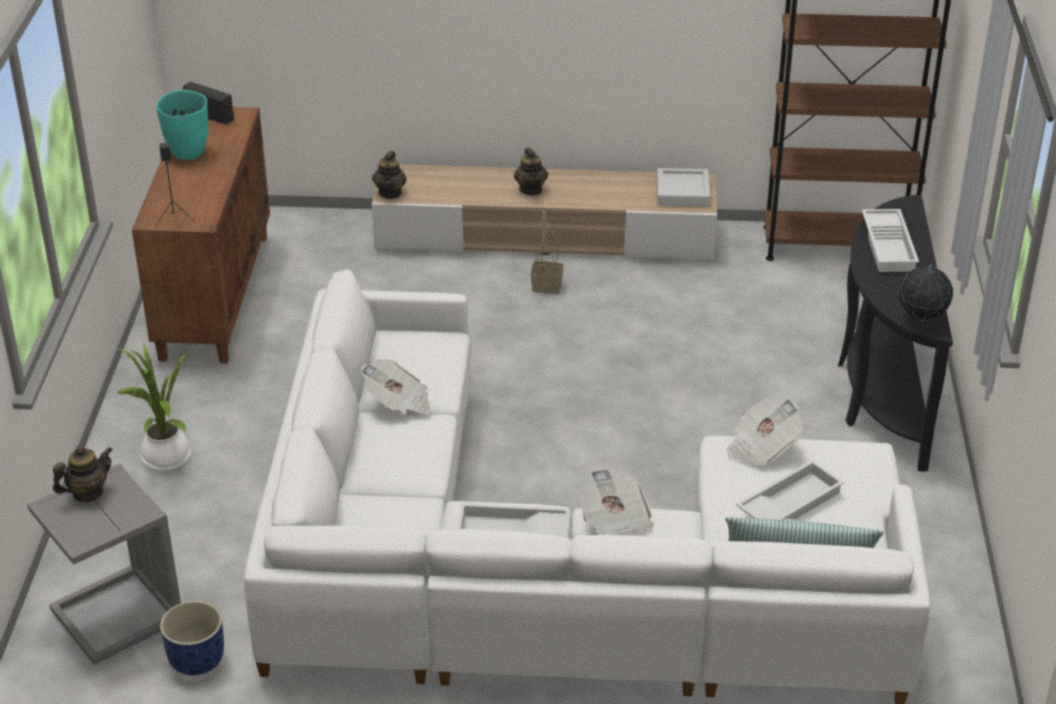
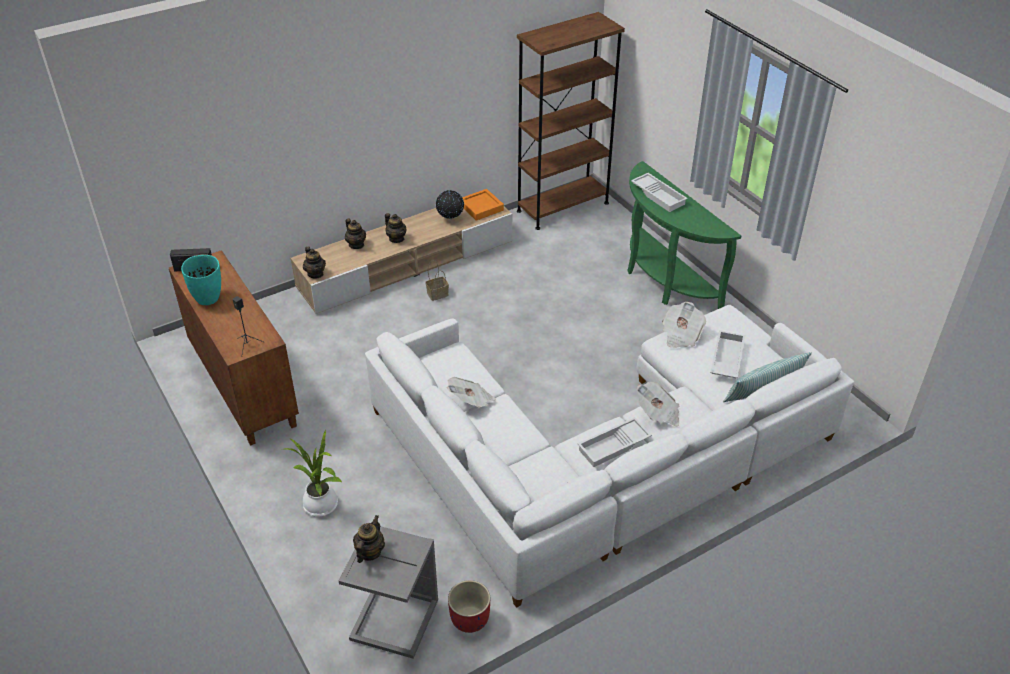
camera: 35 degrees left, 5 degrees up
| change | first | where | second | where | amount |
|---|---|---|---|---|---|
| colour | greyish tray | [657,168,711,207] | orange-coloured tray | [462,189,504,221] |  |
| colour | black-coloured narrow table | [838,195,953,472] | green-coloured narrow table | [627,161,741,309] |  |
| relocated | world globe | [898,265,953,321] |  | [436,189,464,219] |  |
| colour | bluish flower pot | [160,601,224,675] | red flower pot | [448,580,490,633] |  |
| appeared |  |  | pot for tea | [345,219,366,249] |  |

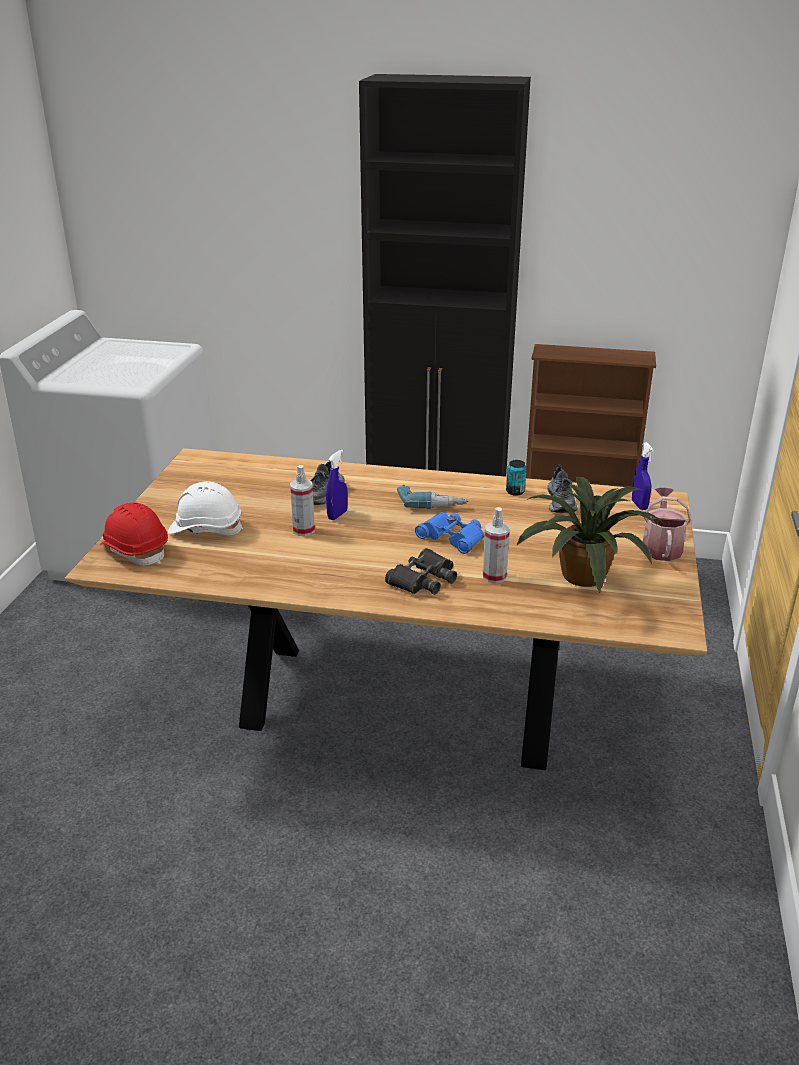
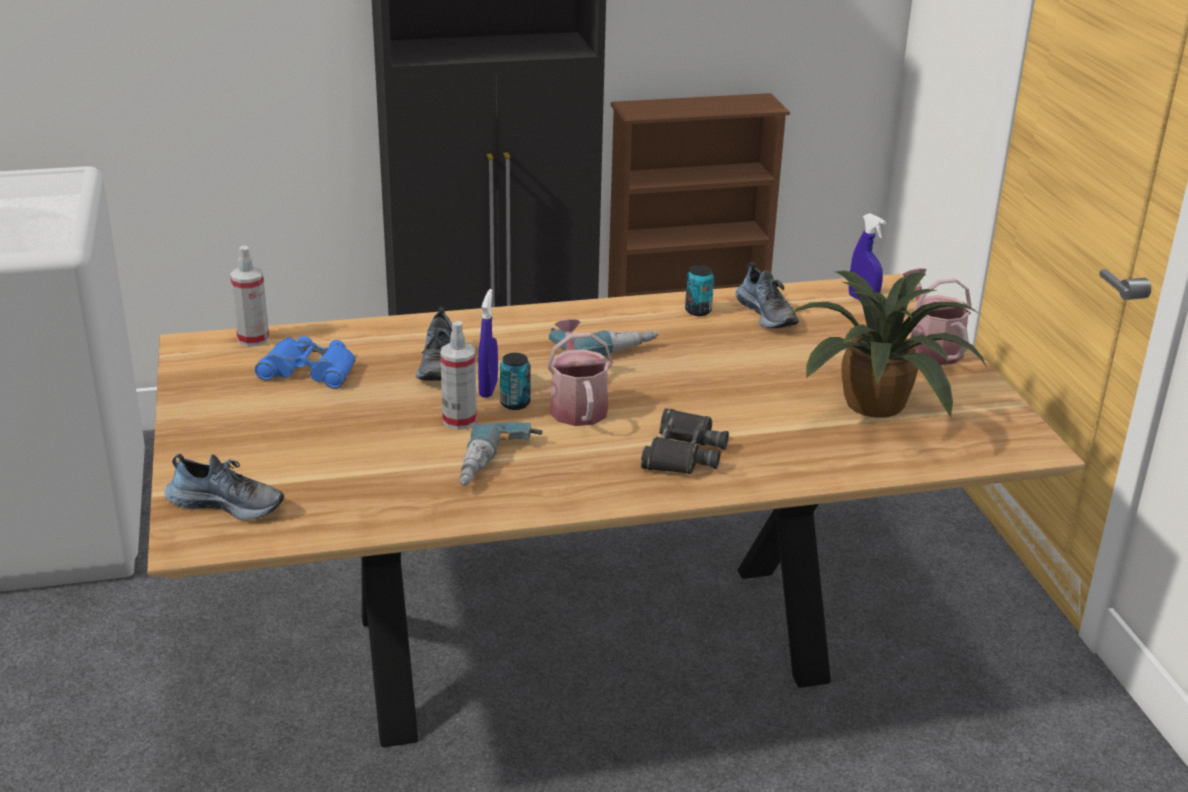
camera: 25 degrees left, 0 degrees up
| change | first | where | second | where | amount |
|---|---|---|---|---|---|
| missing | white work helmet | [168,481,243,535] |  |  |  |
| exchanged | red work helmet | [100,503,168,566] | shoe | [164,454,284,520] |  |
| relocated | spray bottle | [483,507,510,584] |  | [230,246,270,347] |  |
| relocated | bluish binoculars | [415,512,484,554] |  | [255,336,355,389] |  |
| appeared |  |  | watering can | [547,319,613,426] |  |
| appeared |  |  | sealed can | [500,353,531,410] |  |
| appeared |  |  | drill | [460,423,543,486] |  |

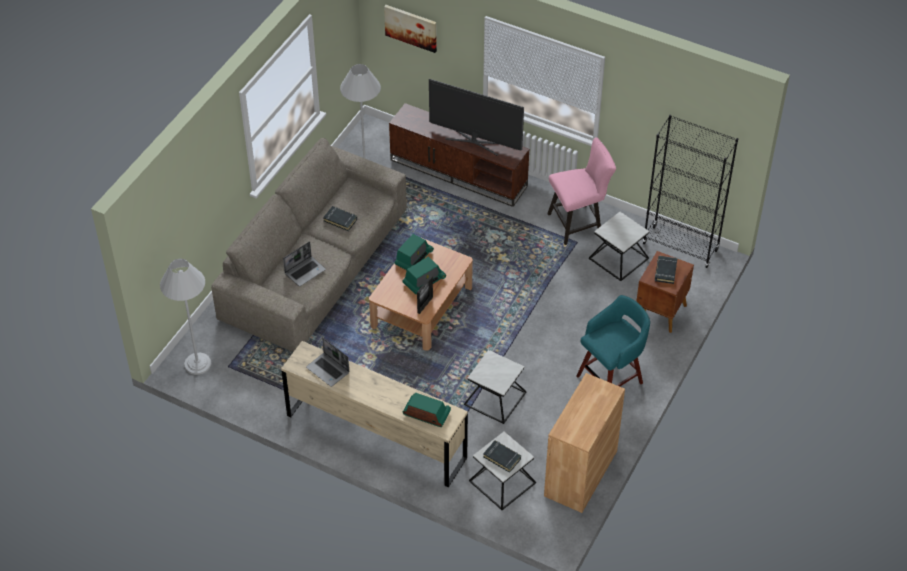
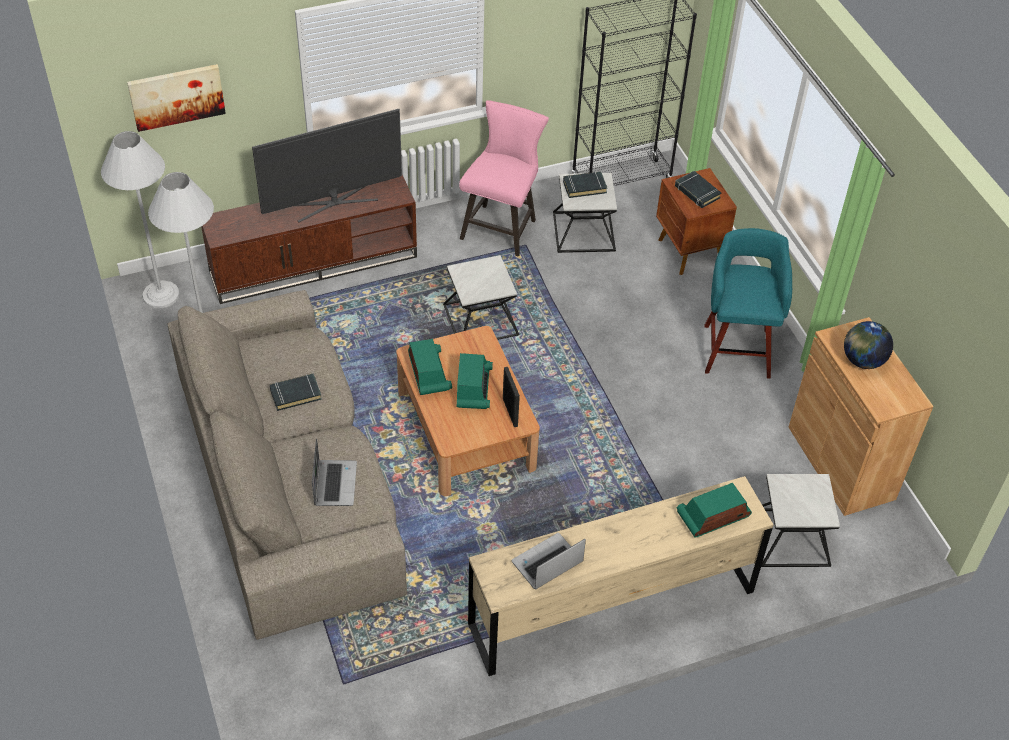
camera: 50 degrees left, 0 degrees up
| change | first | where | second | where | amount |
|---|---|---|---|---|---|
| relocated | white standard lamp | [160,259,211,375] |  | [101,131,180,308] |  |
| spun | laptop | [306,338,349,387] |  | [512,533,586,590] | 150 degrees clockwise |
| relocated | side table | [464,350,526,424] |  | [443,255,519,340] |  |
| relocated | black-coloured bound book | [483,440,521,473] |  | [563,172,607,198] |  |
| appeared |  |  | world globe | [844,321,893,369] |  |

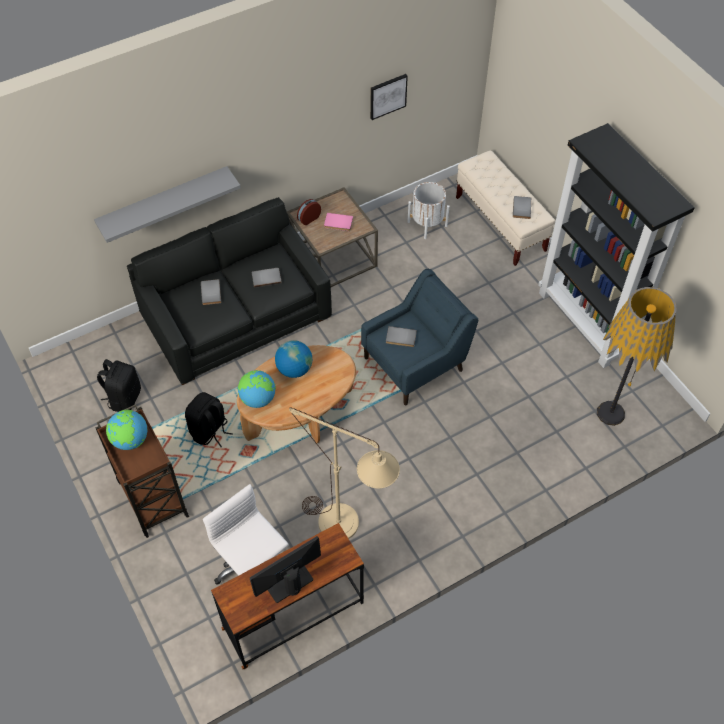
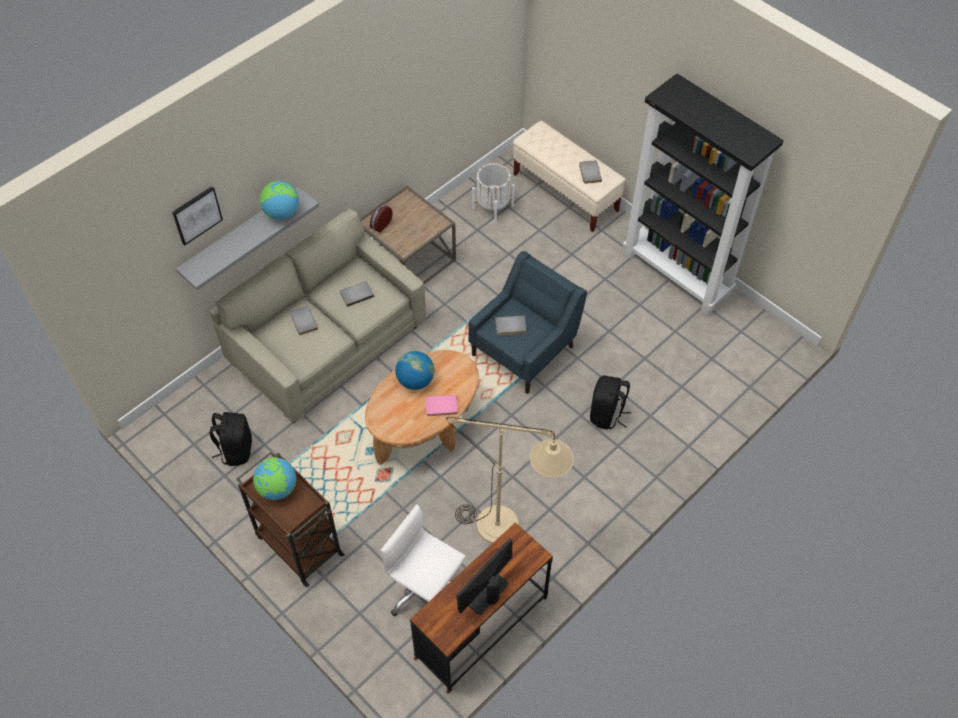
camera: 15 degrees left, 0 degrees up
| change | first | where | second | where | amount |
|---|---|---|---|---|---|
| relocated | wall picture | [370,74,408,120] |  | [172,186,223,245] |  |
| colour | black-coloured couch | [127,197,332,385] | sand-coloured couch | [210,209,426,423] |  |
| relocated | pink bound book | [324,213,353,231] |  | [425,395,458,416] |  |
| missing | standard lamp | [597,287,677,426] |  |  |  |
| relocated | world globe | [238,370,276,408] |  | [260,181,299,220] |  |
| relocated | black-coloured backpack | [185,392,233,447] |  | [590,375,631,429] |  |

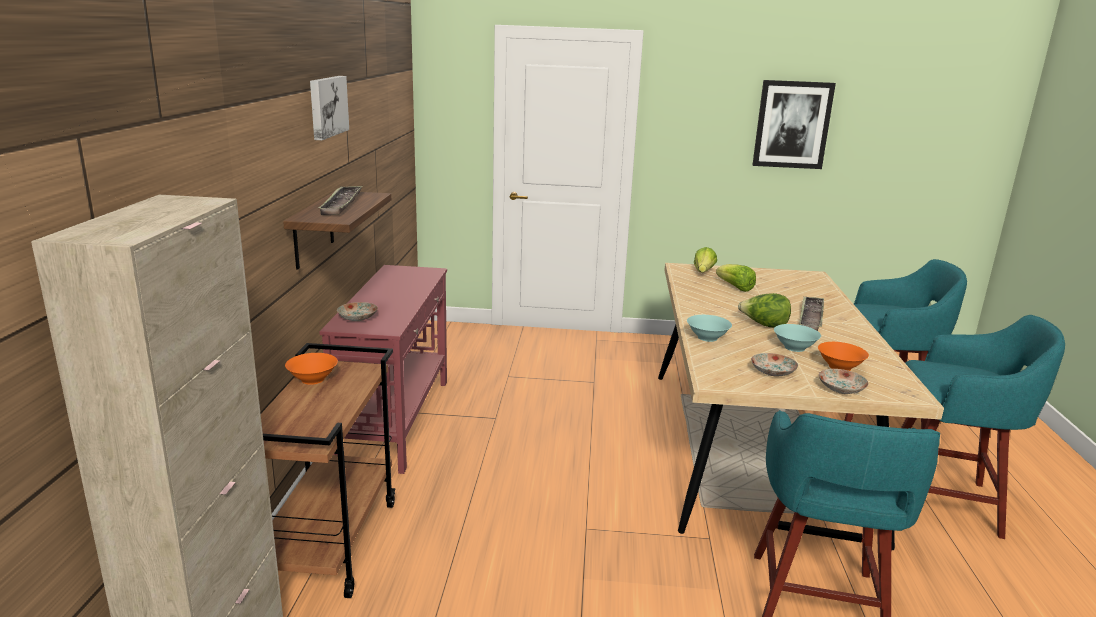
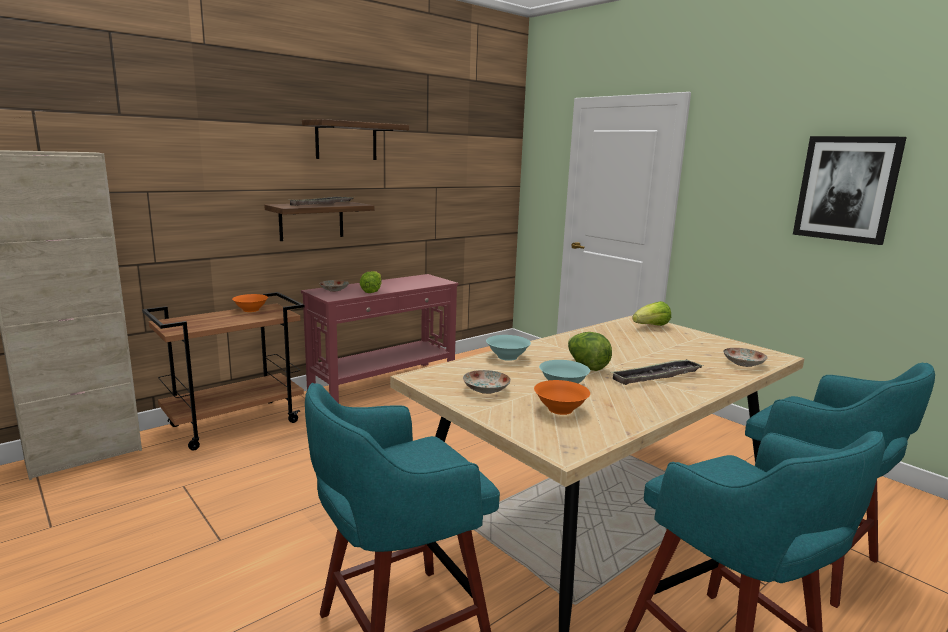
camera: 45 degrees right, 5 degrees down
| change | first | where | second | where | amount |
|---|---|---|---|---|---|
| exchanged | wall picture | [310,76,349,140] | shelf | [302,119,409,160] |  |
| relocated | lettuce | [716,264,756,292] |  | [360,271,382,293] |  |
| relocated | flat dish | [819,369,868,394] |  | [723,348,768,367] |  |

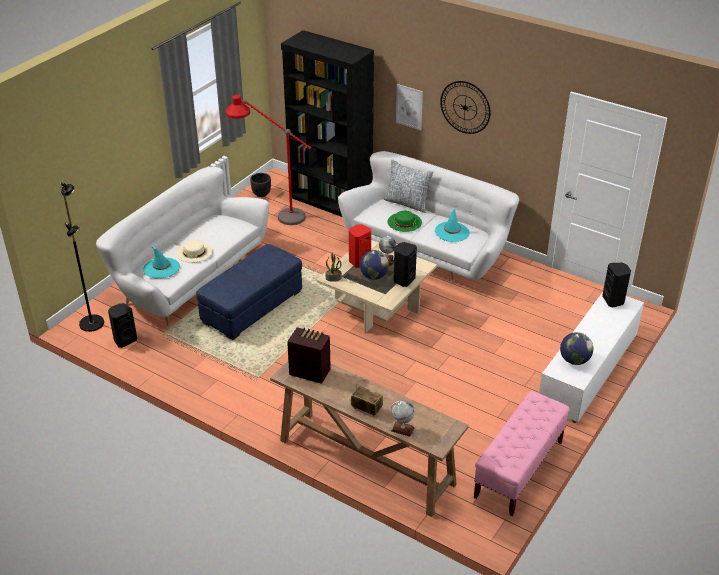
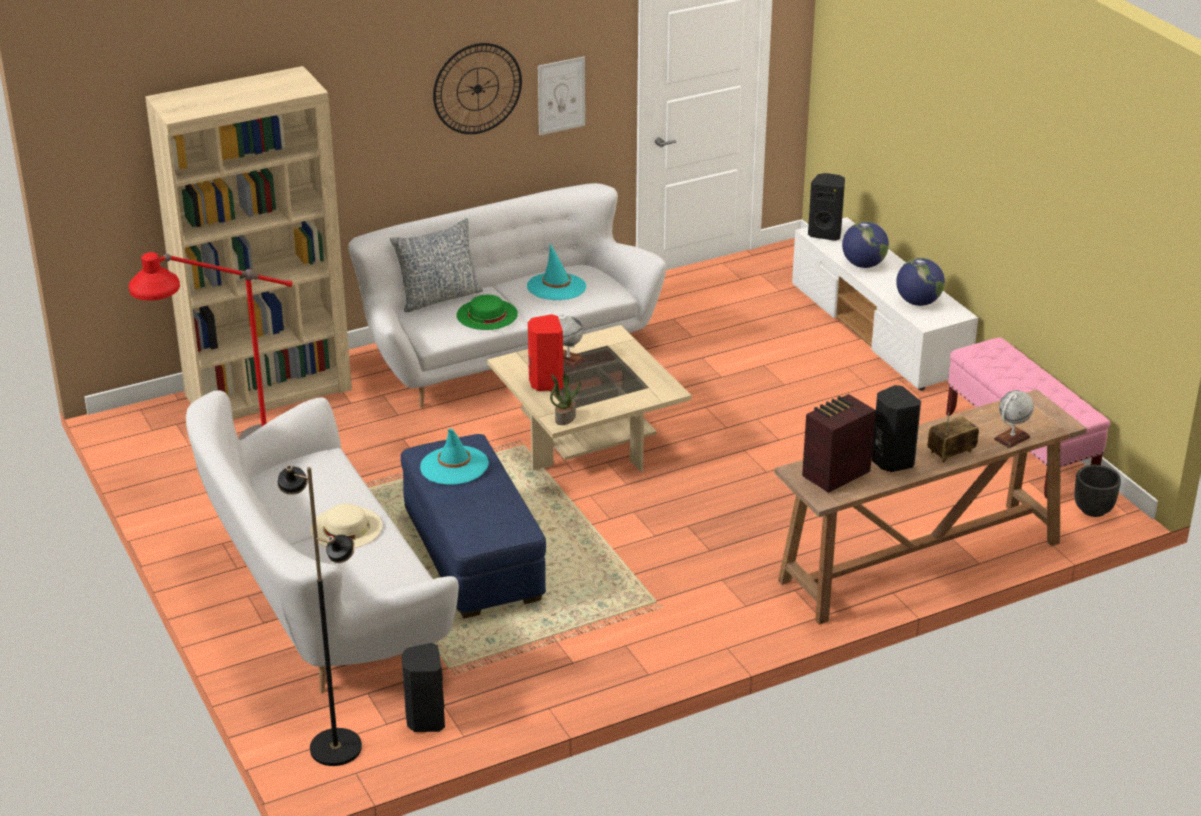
camera: 60 degrees left, 5 degrees down
| change | first | where | second | where | amount |
|---|---|---|---|---|---|
| colour | black-coloured shelving unit | [281,30,374,217] | sand-coloured shelving unit | [145,66,352,419] |  |
| relocated | wall picture | [396,84,423,130] |  | [538,57,585,135] |  |
| relocated | black-coloured flower pot | [250,173,271,197] |  | [1074,465,1121,517] |  |
| relocated | black-coloured loudspeaker | [394,242,417,287] |  | [872,385,921,472] |  |
| relocated | turquoise wearable hat | [143,247,180,278] |  | [420,429,489,485] |  |
| relocated | world globe | [360,250,389,280] |  | [842,221,889,268] |  |

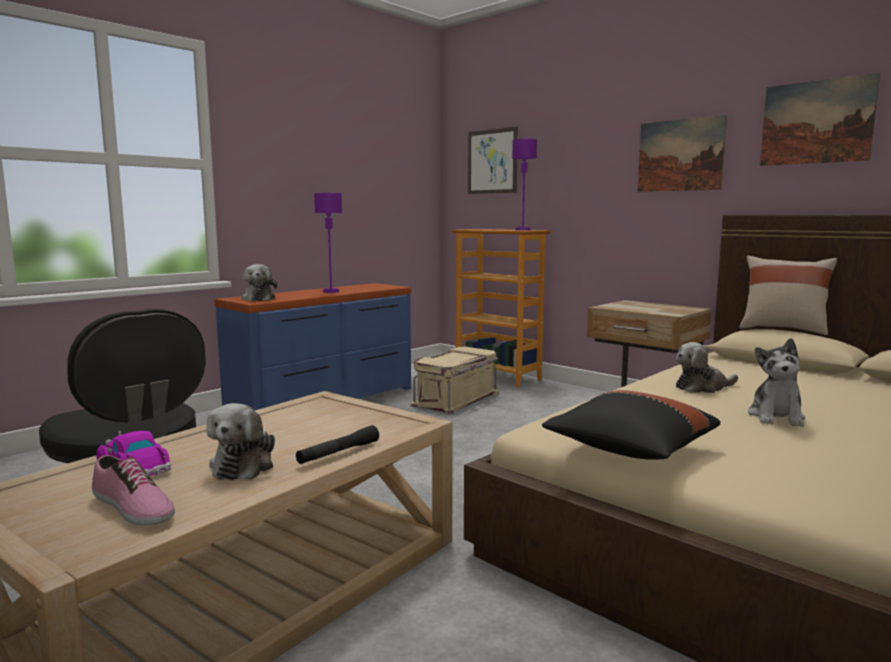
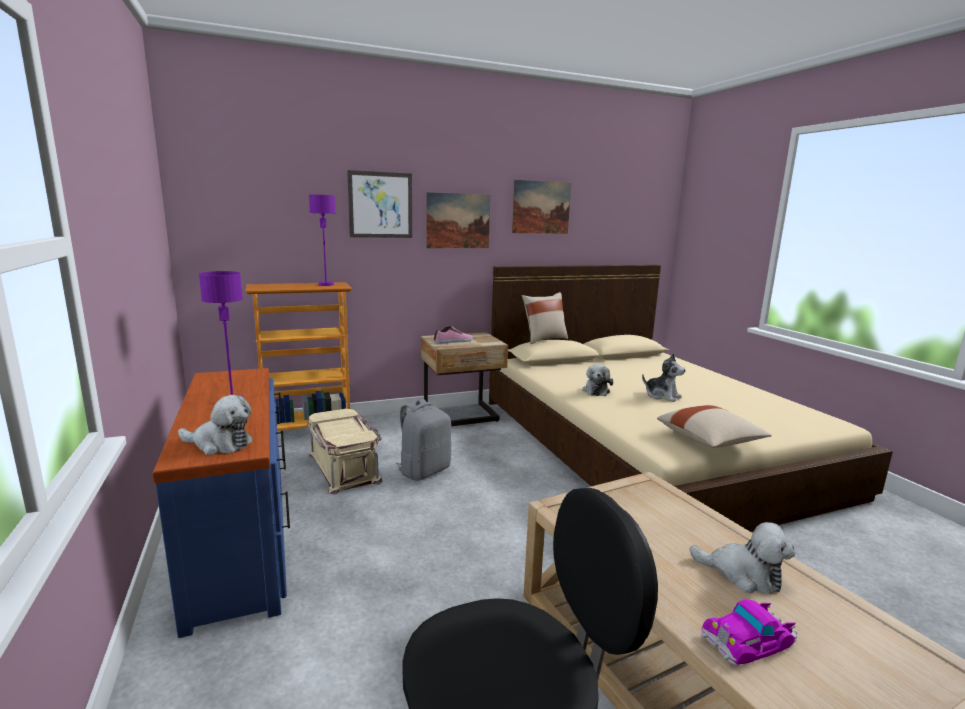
camera: 65 degrees left, 5 degrees up
| change | first | where | second | where | amount |
|---|---|---|---|---|---|
| relocated | wall picture | [468,127,518,194] |  | [347,170,412,238] |  |
| colour | black-coloured pillow | [542,390,721,460] | sand-coloured pillow | [657,405,772,448] |  |
| missing | black-coloured flashlight | [296,425,379,464] |  |  |  |
| relocated | shoe | [92,455,175,525] |  | [434,326,473,344] |  |
| appeared |  |  | greyish backpack | [396,399,451,481] |  |

